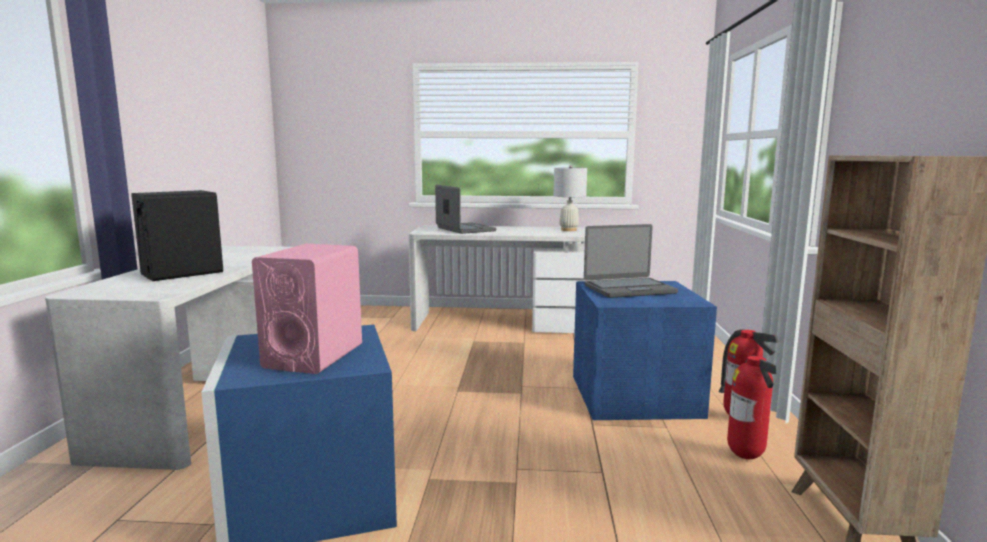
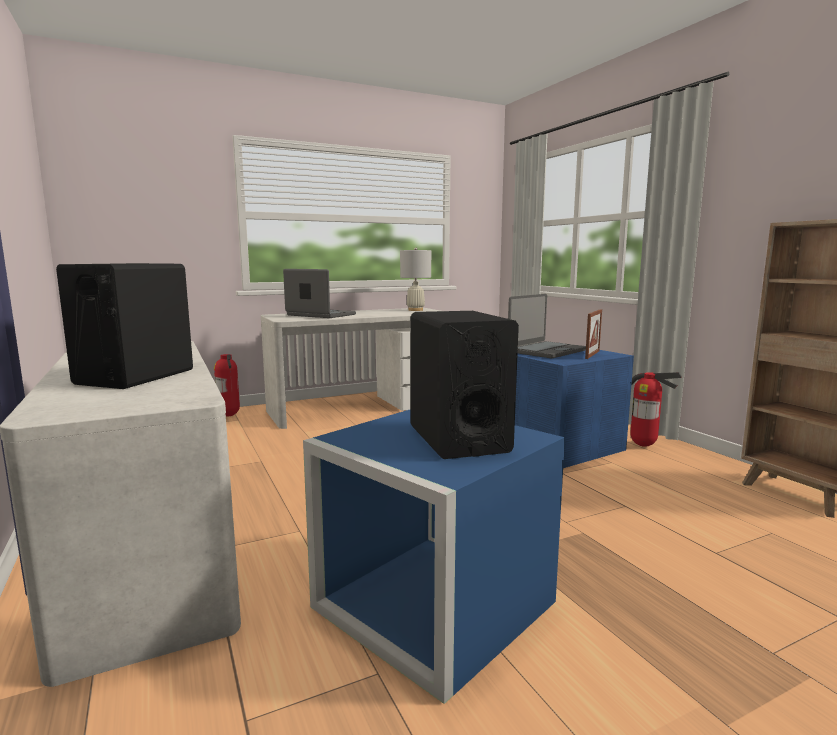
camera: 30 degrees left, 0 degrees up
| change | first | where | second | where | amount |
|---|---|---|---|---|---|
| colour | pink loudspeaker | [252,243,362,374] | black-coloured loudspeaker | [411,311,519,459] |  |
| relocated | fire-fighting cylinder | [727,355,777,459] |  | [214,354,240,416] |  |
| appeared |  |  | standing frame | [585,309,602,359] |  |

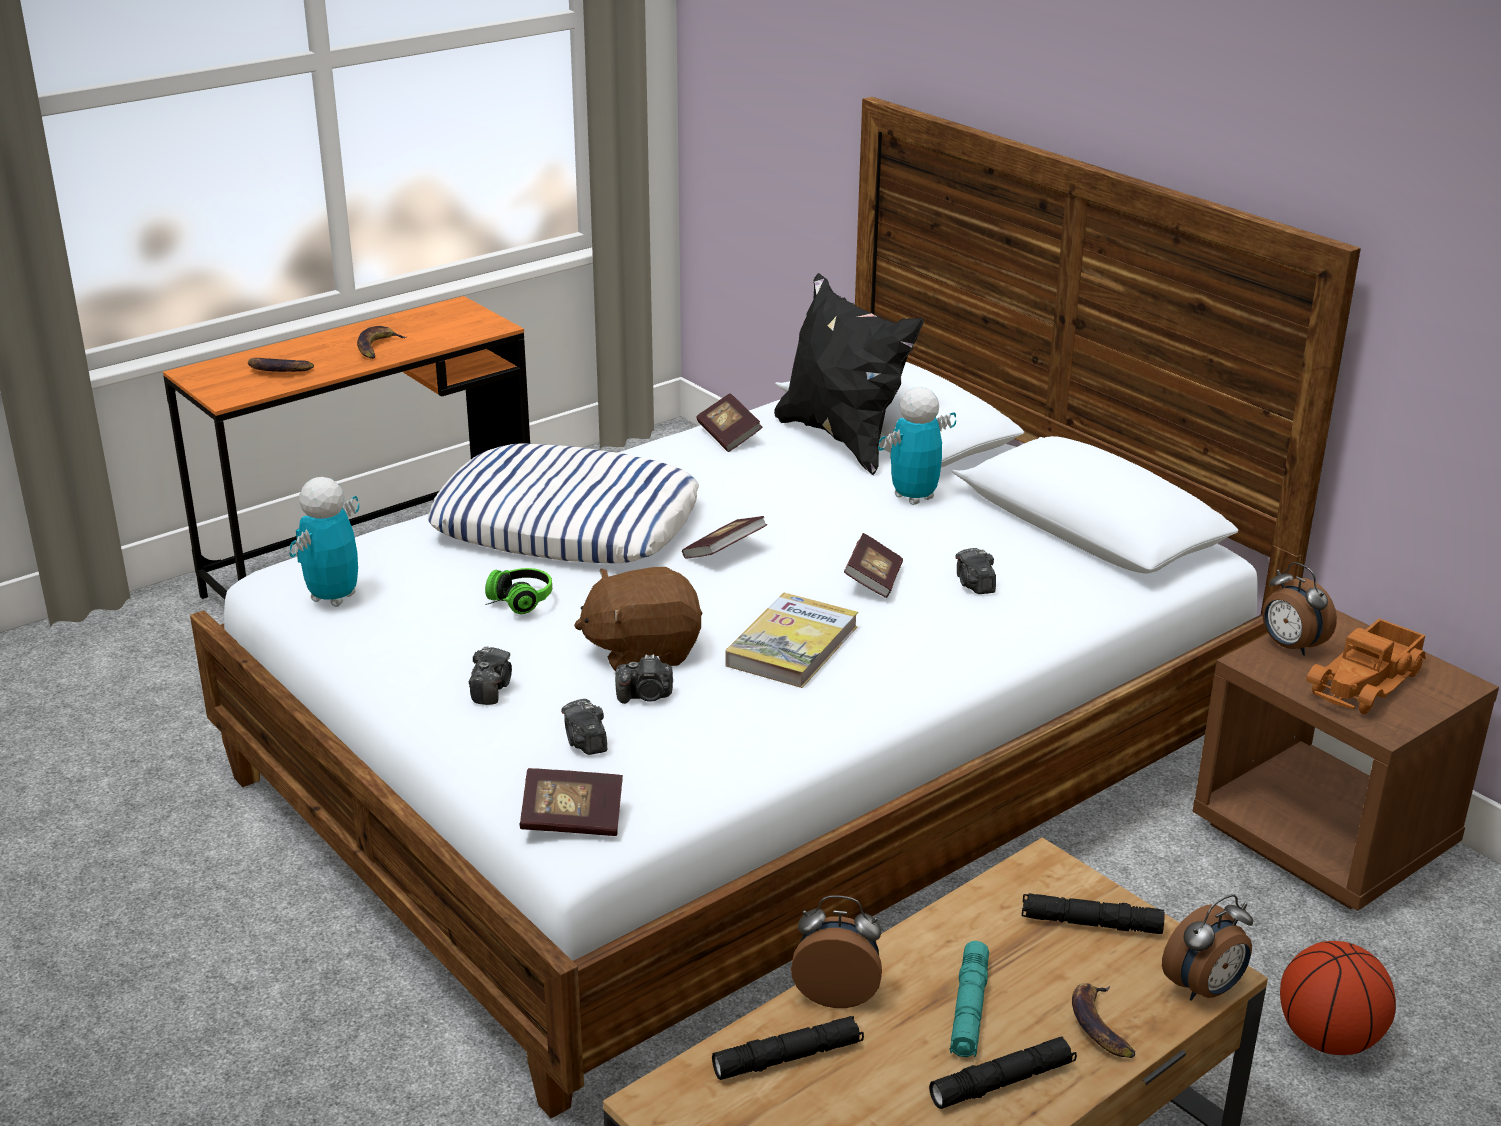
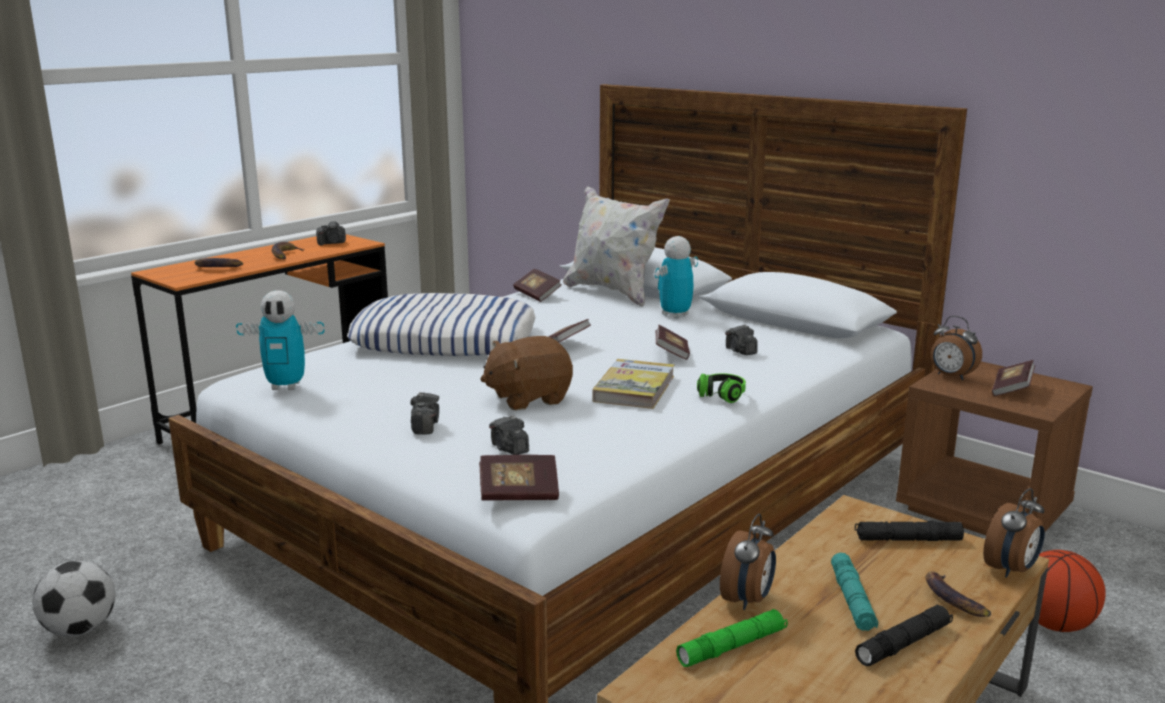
camera: 10 degrees left, 10 degrees down
| change | first | where | second | where | amount |
|---|---|---|---|---|---|
| colour | black-coloured pillow | [774,273,924,475] | white pillow | [563,186,670,307] |  |
| spun | toy robot | [289,477,359,607] |  | [236,290,325,390] | 105 degrees counterclockwise |
| relocated | headset | [485,568,552,614] |  | [697,373,746,403] |  |
| exchanged | model truck | [1306,619,1427,714] | bound book | [992,360,1035,396] |  |
| relocated | photo camera | [615,654,673,704] |  | [316,221,346,245] |  |
| spun | bedside clock | [791,895,882,1008] |  | [720,513,776,610] | 120 degrees clockwise |
| colour | black-coloured flashlight | [712,1016,864,1080] | green-coloured flashlight | [676,609,788,667] |  |
| appeared |  |  | ball for football | [33,560,115,636] |  |

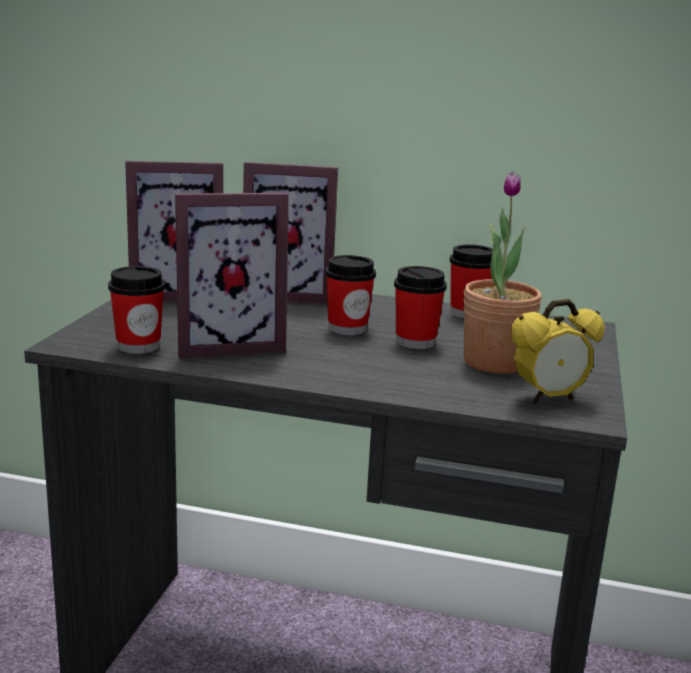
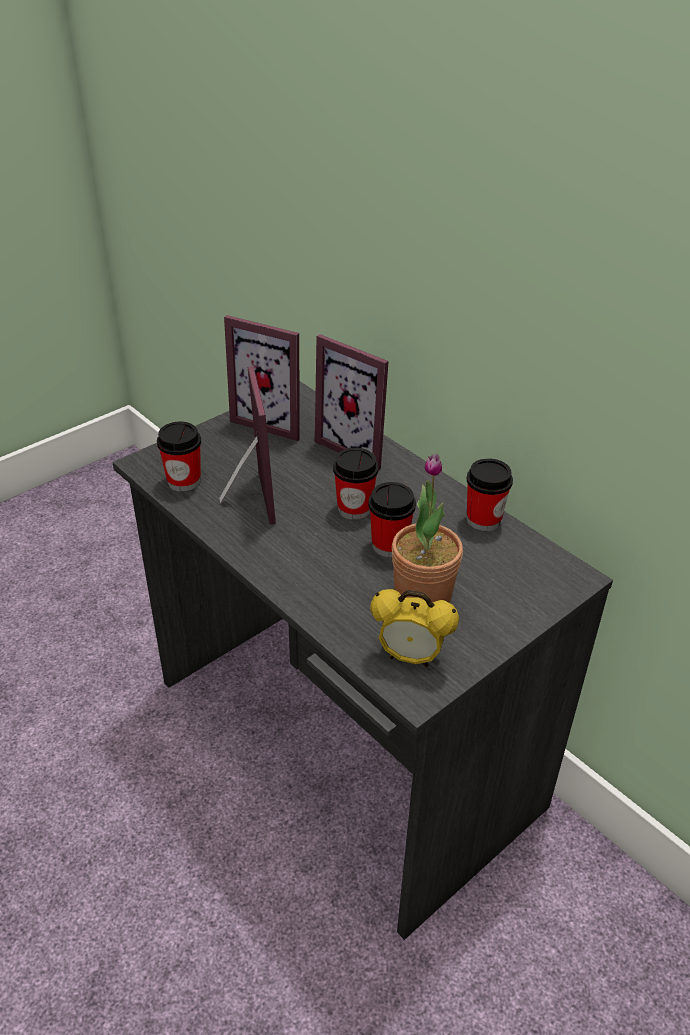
camera: 35 degrees right, 20 degrees up
| change | first | where | second | where | amount |
|---|---|---|---|---|---|
| spun | standing frame | [175,193,289,358] |  | [219,366,276,525] | 120 degrees counterclockwise |

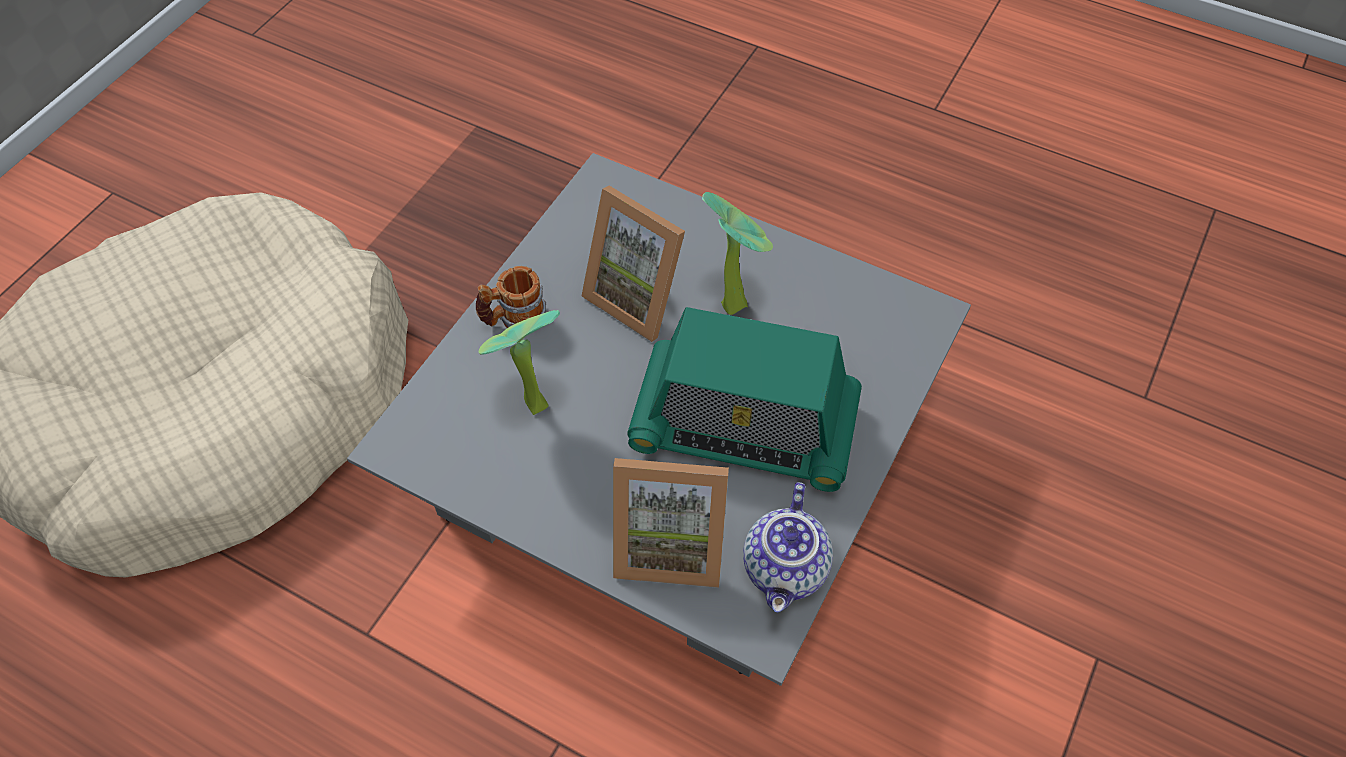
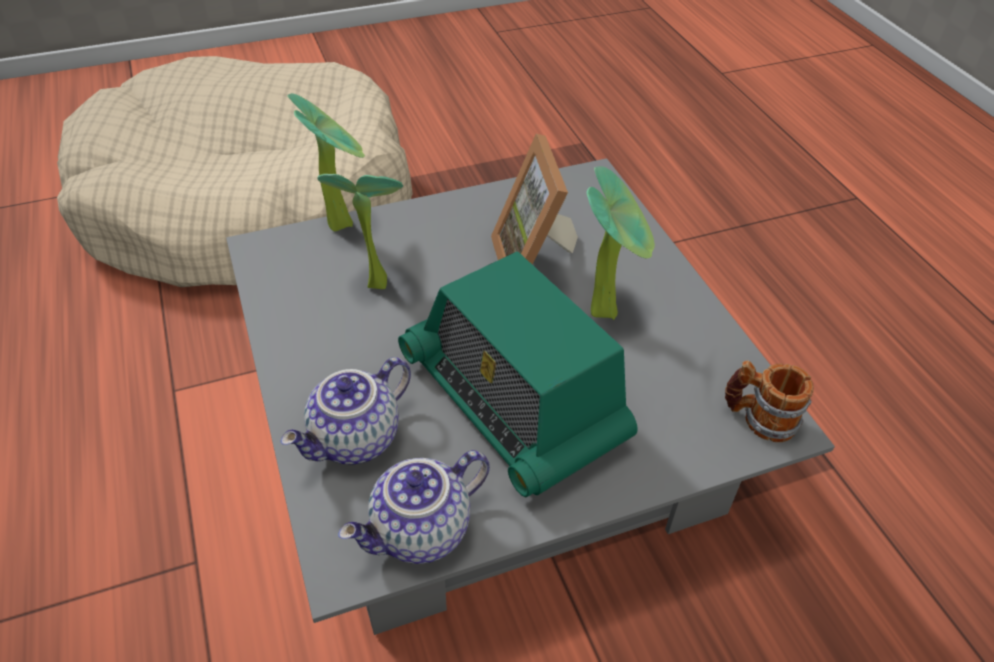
camera: 40 degrees right, 10 degrees down
| change | first | where | second | where | amount |
|---|---|---|---|---|---|
| relocated | mug | [476,266,546,328] |  | [725,361,814,442] |  |
| exchanged | standing frame | [613,458,729,588] | pot for tea | [281,357,411,465] |  |
| appeared |  |  | houseplant | [287,93,365,231] |  |

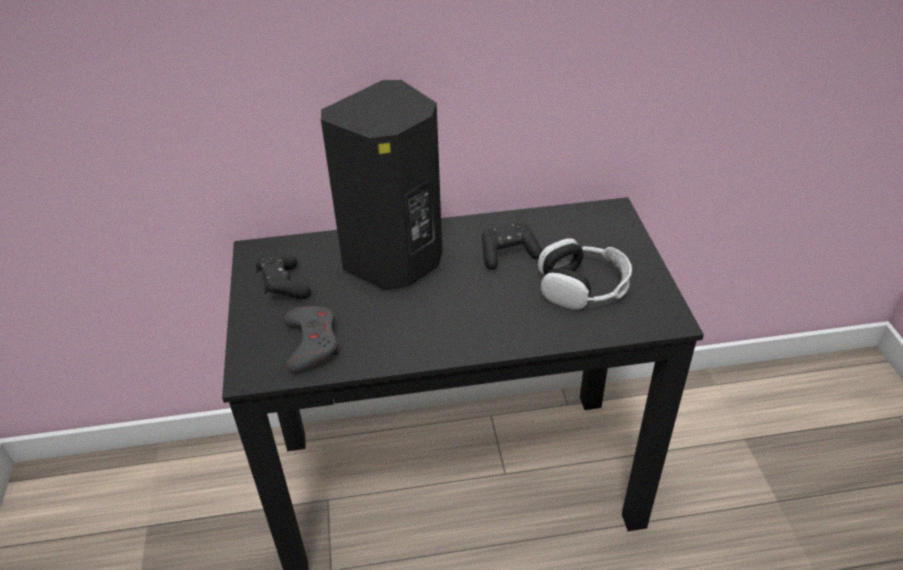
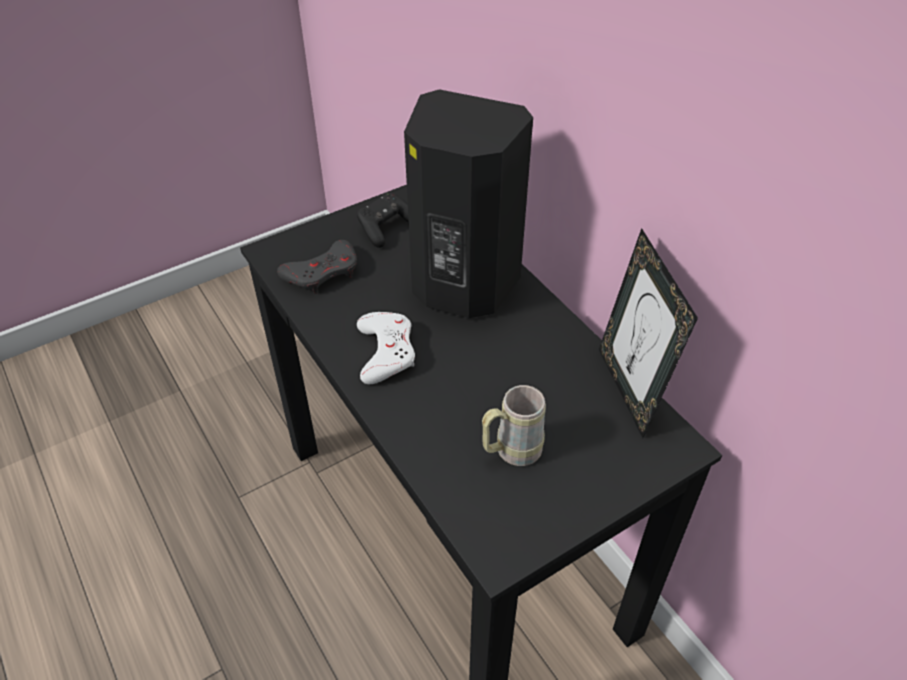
camera: 65 degrees right, 5 degrees up
| change | first | where | second | where | amount |
|---|---|---|---|---|---|
| missing | black-coloured game controller | [482,222,542,270] |  |  |  |
| exchanged | headset | [538,238,632,310] | sand-coloured mug | [482,385,546,466] |  |
| appeared |  |  | standing frame | [599,228,698,438] |  |
| appeared |  |  | white game controller | [357,312,415,384] |  |

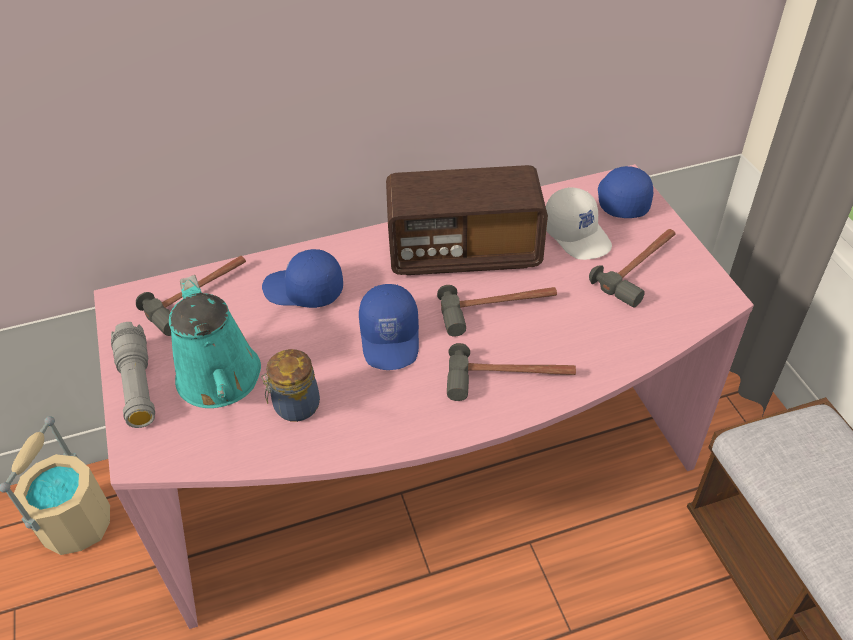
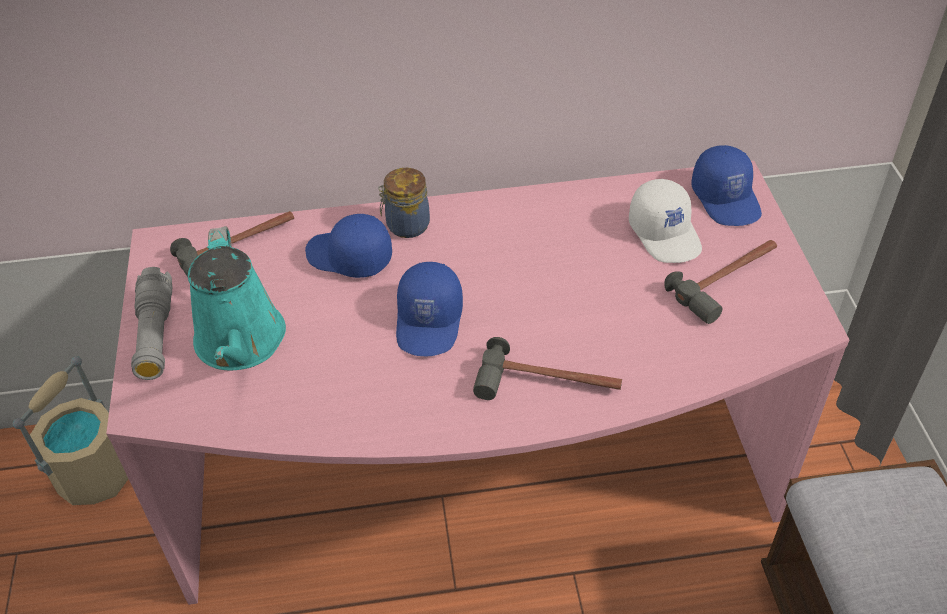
camera: 10 degrees right, 0 degrees up
| change | first | where | second | where | amount |
|---|---|---|---|---|---|
| missing | radio | [386,165,548,275] |  |  |  |
| spun | bluish peaked cap | [598,166,653,218] |  | [691,145,762,226] | 150 degrees clockwise |
| missing | hammer | [437,285,557,336] |  |  |  |
| relocated | preserve jar | [261,349,320,422] |  | [378,168,430,238] |  |

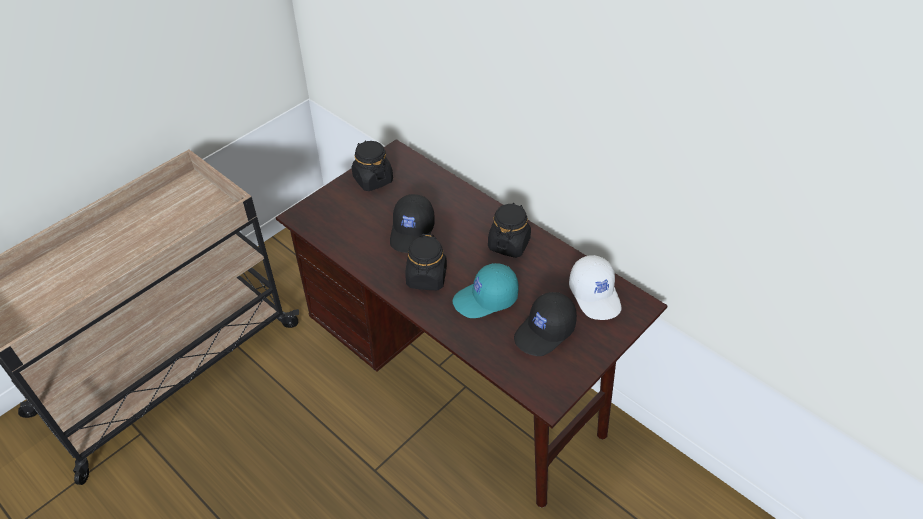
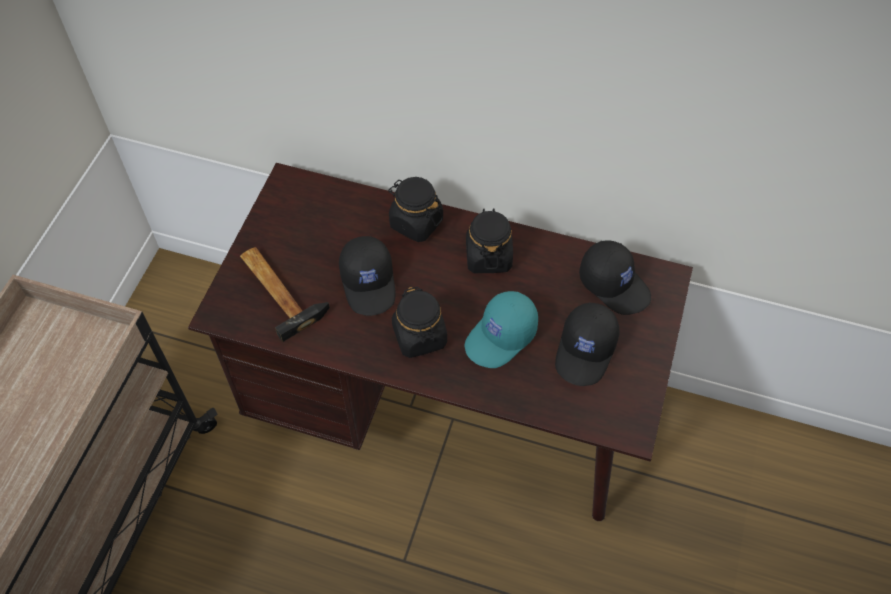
camera: 25 degrees left, 10 degrees up
| change | first | where | second | where | amount |
|---|---|---|---|---|---|
| relocated | black-coloured preserve jar | [352,141,393,191] |  | [388,177,443,242] |  |
| colour | white peaked cap | [569,255,622,320] | black-coloured peaked cap | [579,240,651,315] |  |
| appeared |  |  | hammer | [240,247,330,342] |  |

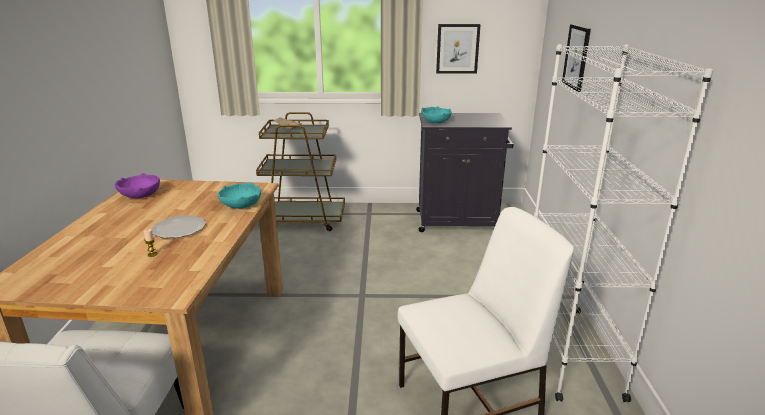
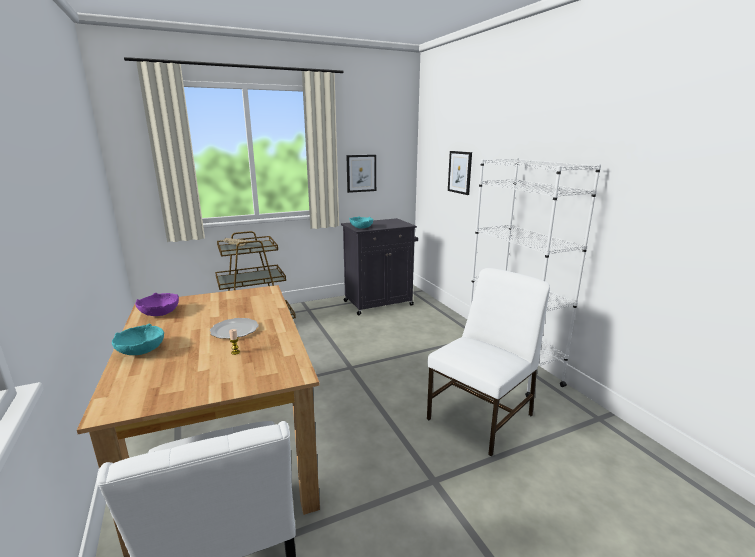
camera: 25 degrees left, 5 degrees down
| change | first | where | second | where | amount |
|---|---|---|---|---|---|
| relocated | turquoise serving bowl | [218,182,261,209] |  | [112,324,164,355] |  |

